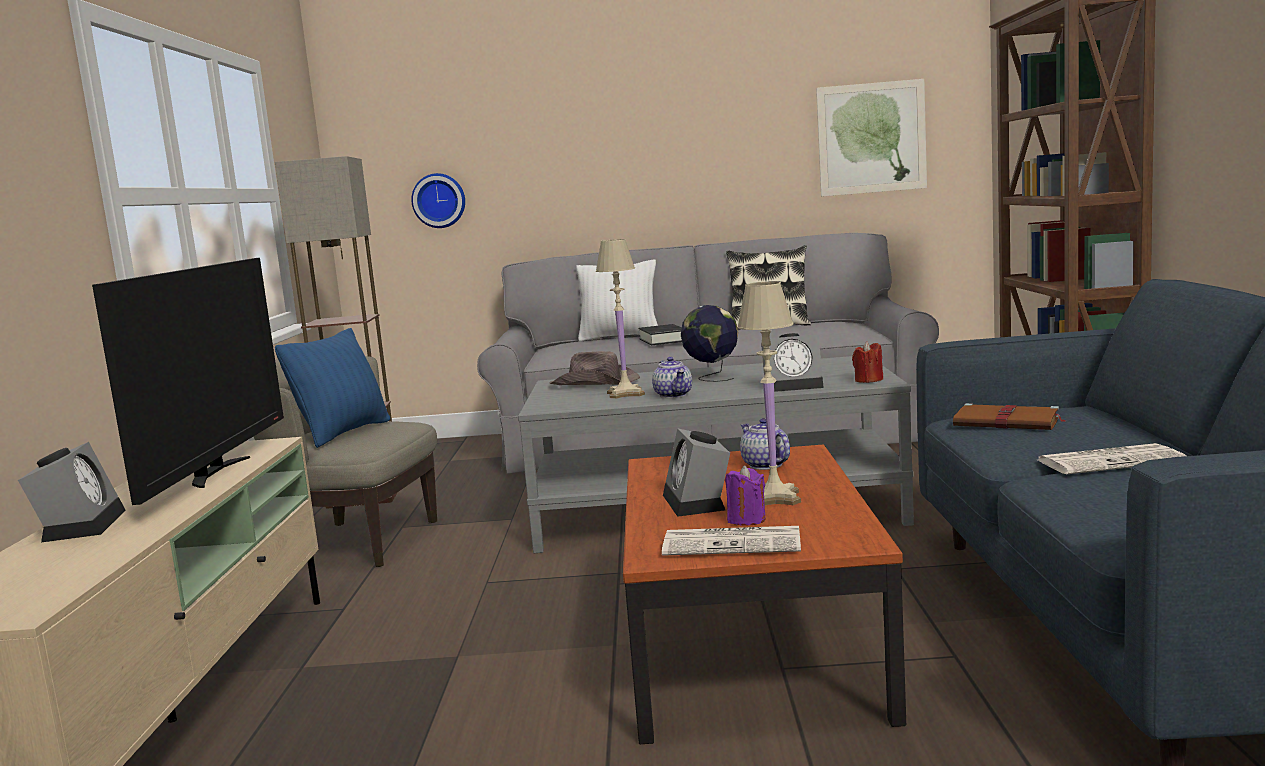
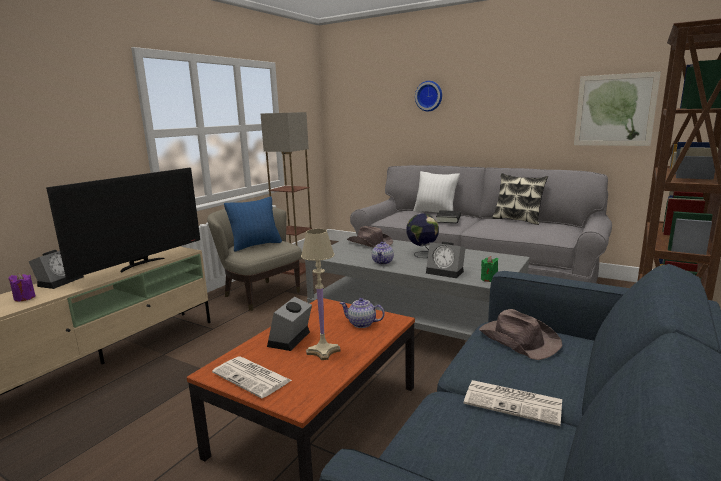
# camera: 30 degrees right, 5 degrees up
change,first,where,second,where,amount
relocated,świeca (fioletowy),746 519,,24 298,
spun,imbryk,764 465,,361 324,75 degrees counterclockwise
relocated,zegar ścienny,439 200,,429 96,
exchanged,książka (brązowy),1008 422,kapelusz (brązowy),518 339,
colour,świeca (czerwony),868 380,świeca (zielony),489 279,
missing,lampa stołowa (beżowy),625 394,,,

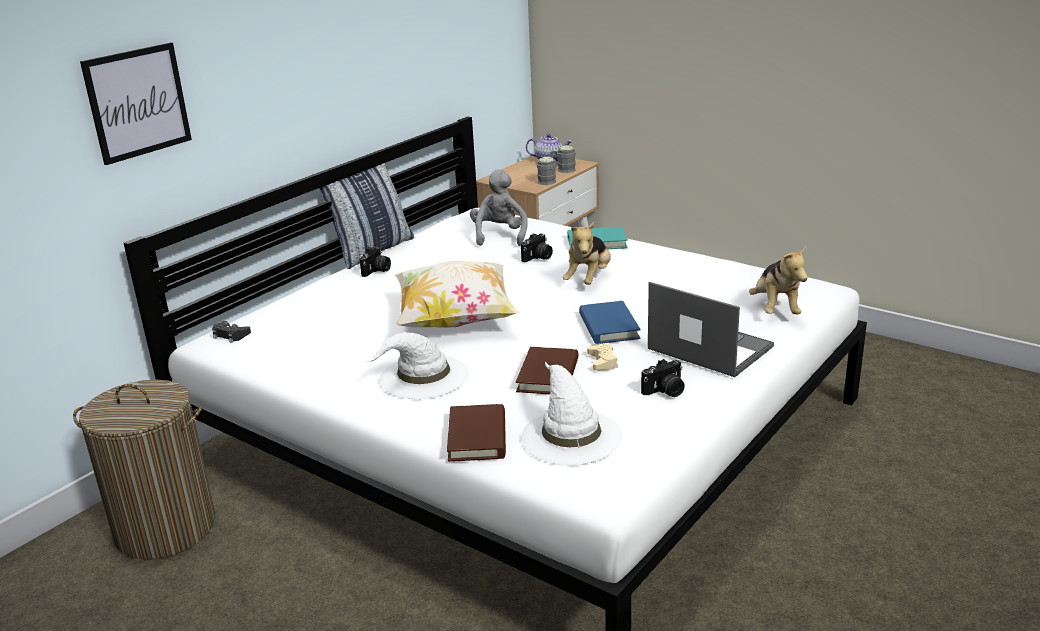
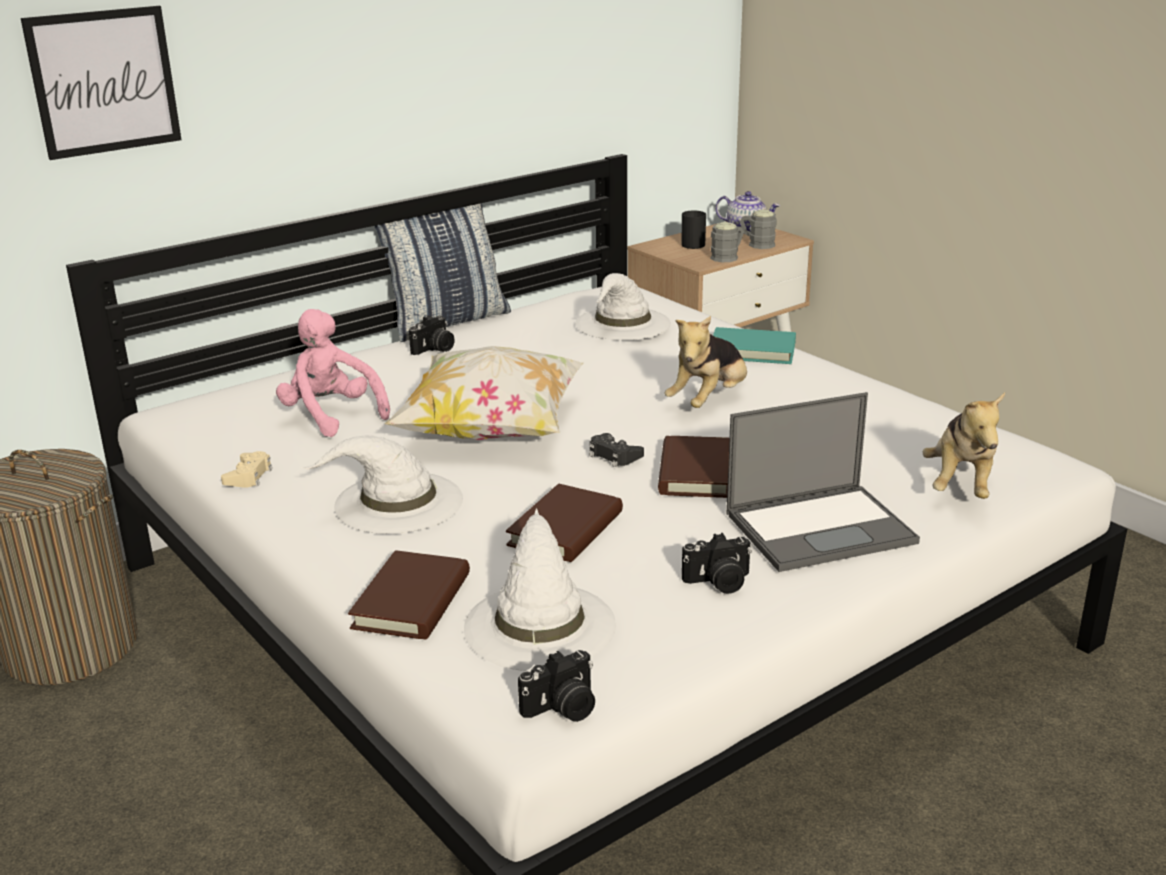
# camera: 15 degrees right, 0 degrees up
change,first,where,second,where,amount
relocated,pad do gier (beżowy),602 362,,248 476,
appeared,,,pluszak (różowy),331 416,
relocated,aparat fotograficzny,538 258,,562 709,
exchanged,pluszak (szary),499 236,kapelusz (biały),622 324,
relocated,pad do gier (czarny),230 335,,614 455,
colour,książka (niebieski),608 326,książka (brązowy),695 472,
appeared,,,kubek (czarny),693 244,
spun,laptop,708 347,,821 527,105 degrees clockwise

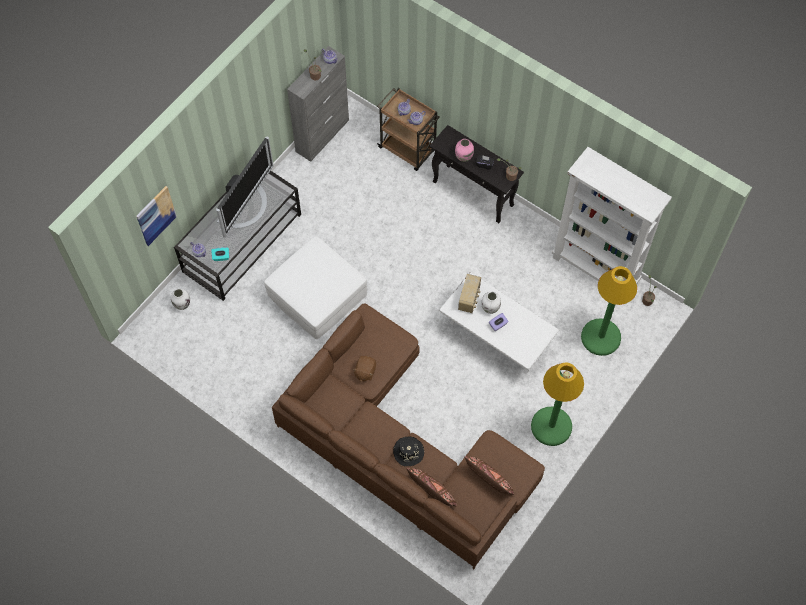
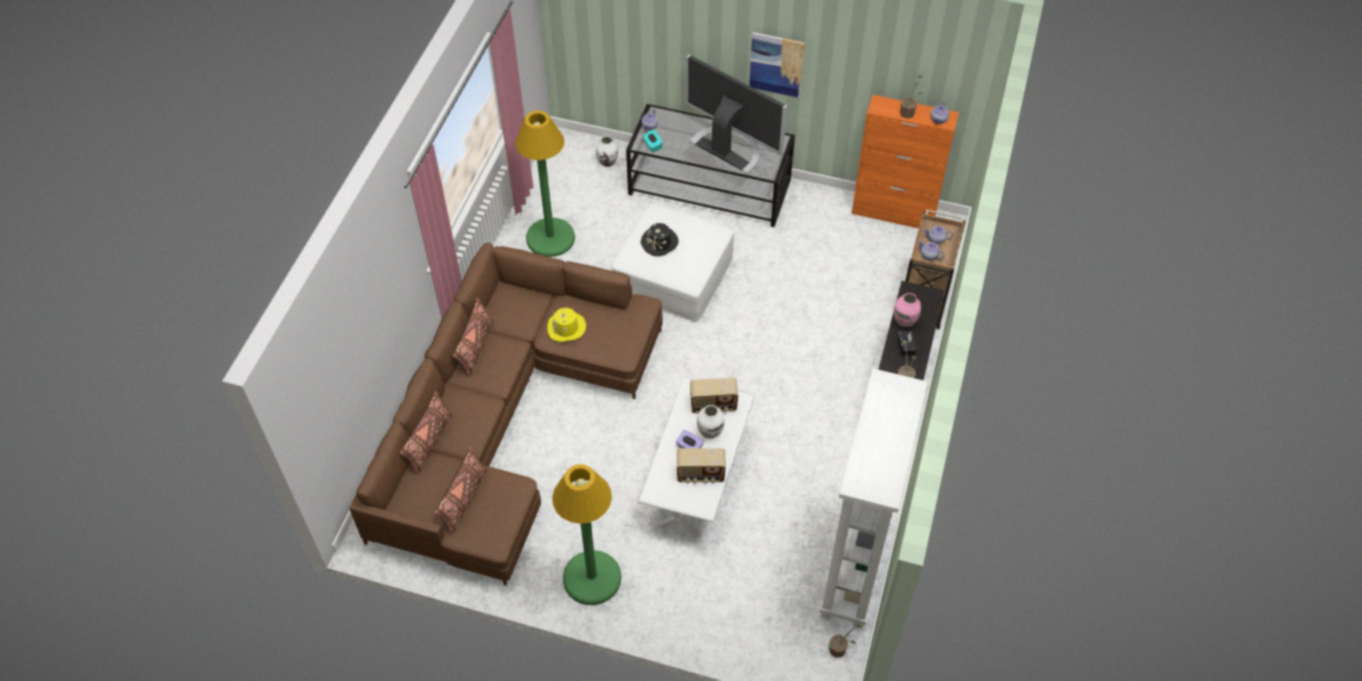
# camera: 70 degrees right, 10 degrees down
change,first,where,second,where,amount
appeared,,,poduszka (brązowy),475 347,
relocated,lampa stojąca (zielony),600 337,,550 238,
exchanged,pluszak (brązowy),365 372,kapelusz (żółty),566 328,
relocated,kapelusz (czarny),408 451,,659 242,
appeared,,,radio,700 474,
spun,telewizor,245 206,,729 145,150 degrees counterclockwise
relocated,obraz,156 215,,776 64,
colour,szafka (szary),322 135,szafka (pomarańczowy),894 213,

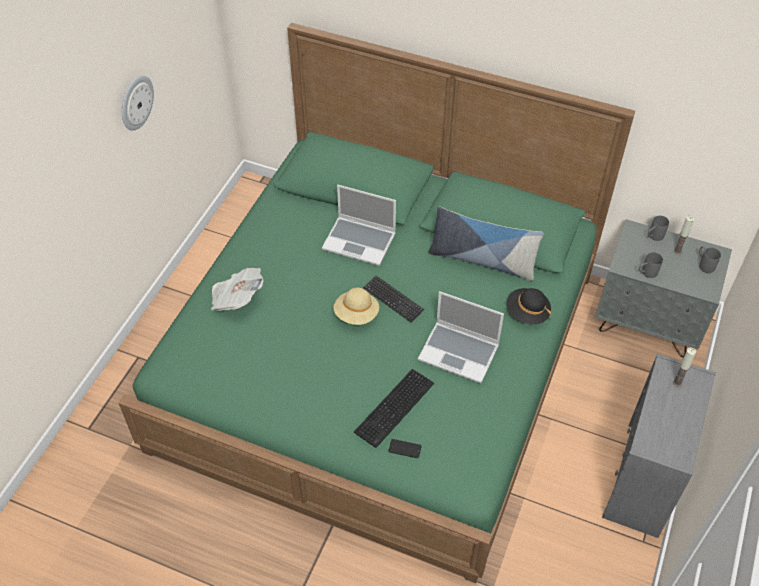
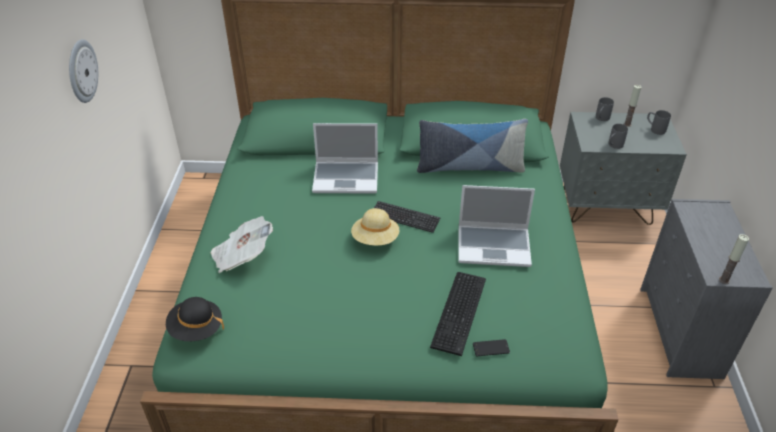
# camera: 20 degrees left, 10 degrees down
change,first,where,second,where,amount
relocated,kapelusz (czarny),527 313,,196 329,
relocated,świeca,677 382,,724 280,

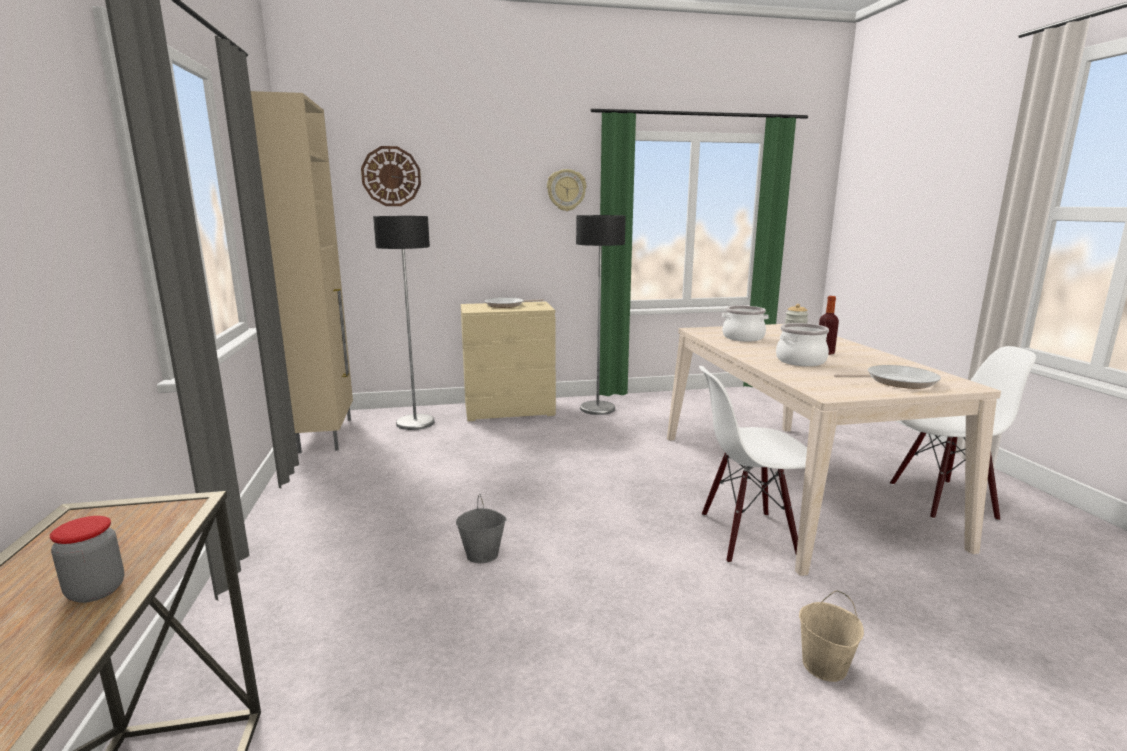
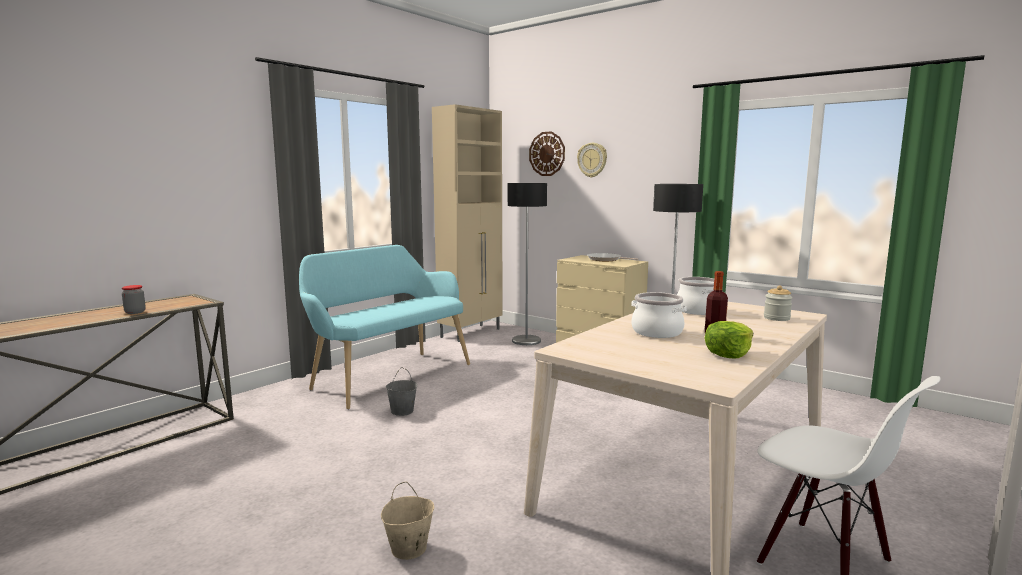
# camera: 50 degrees right, 5 degrees down
change,first,where,second,where,amount
appeared,,,ławka (turkusowy),387 376,
relocated,zegar ścienny,566 190,,592 160,
appeared,,,sałata,728 354,
missing,krzesło (biały),747 536,,,
missing,patelnia,896 381,,,

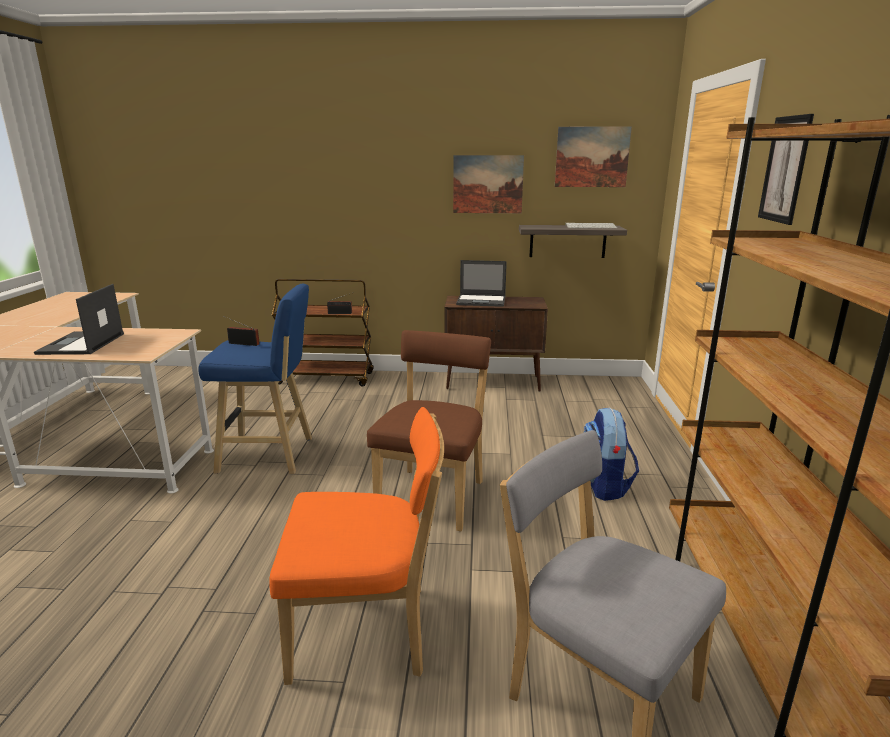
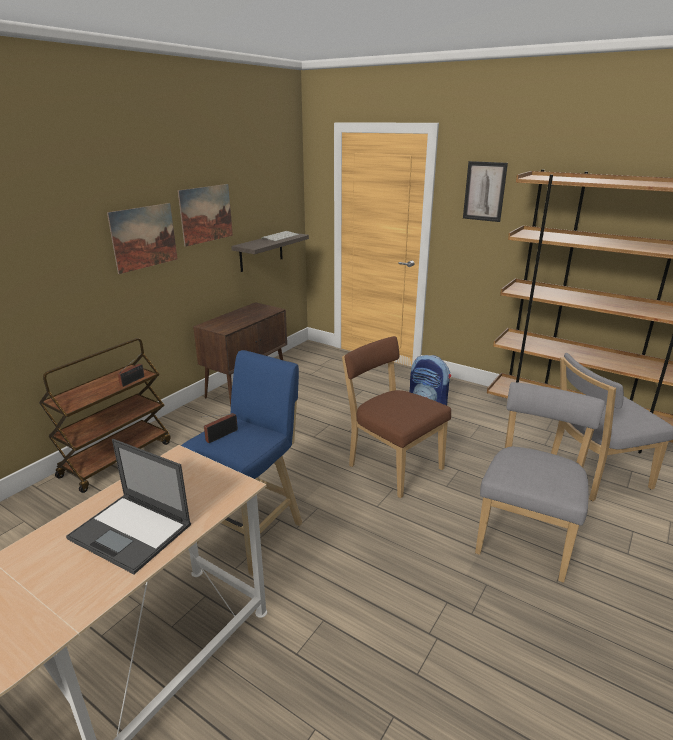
# camera: 60 degrees left, 5 degrees up
change,first,where,second,where,amount
relocated,obraz,592 157,,144 237,
colour,krzesło (pomarańczowy),367 632,krzesło (szary),526 536,
missing,laptop,482 301,,,

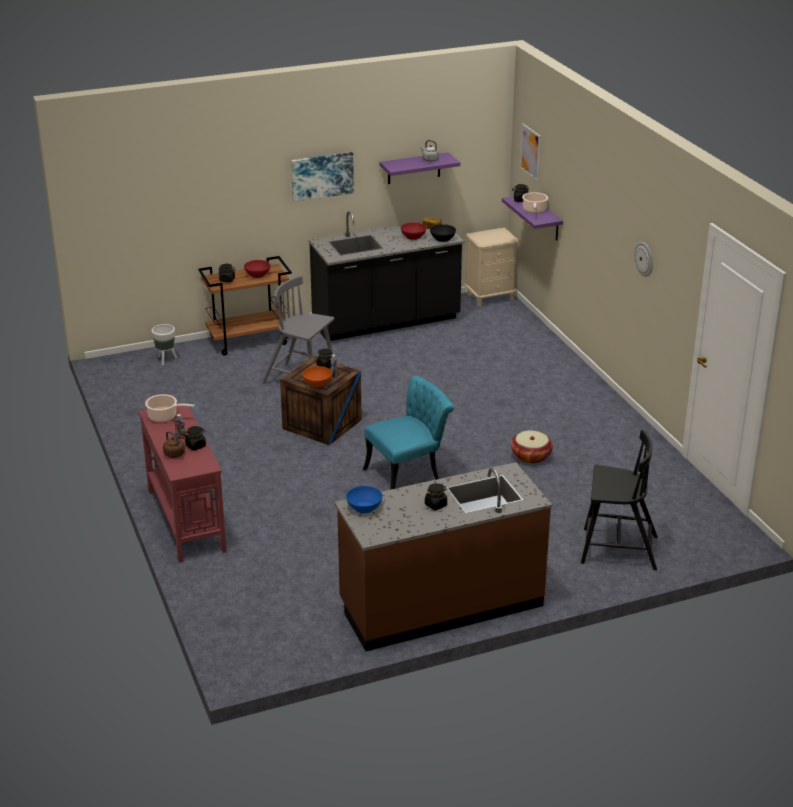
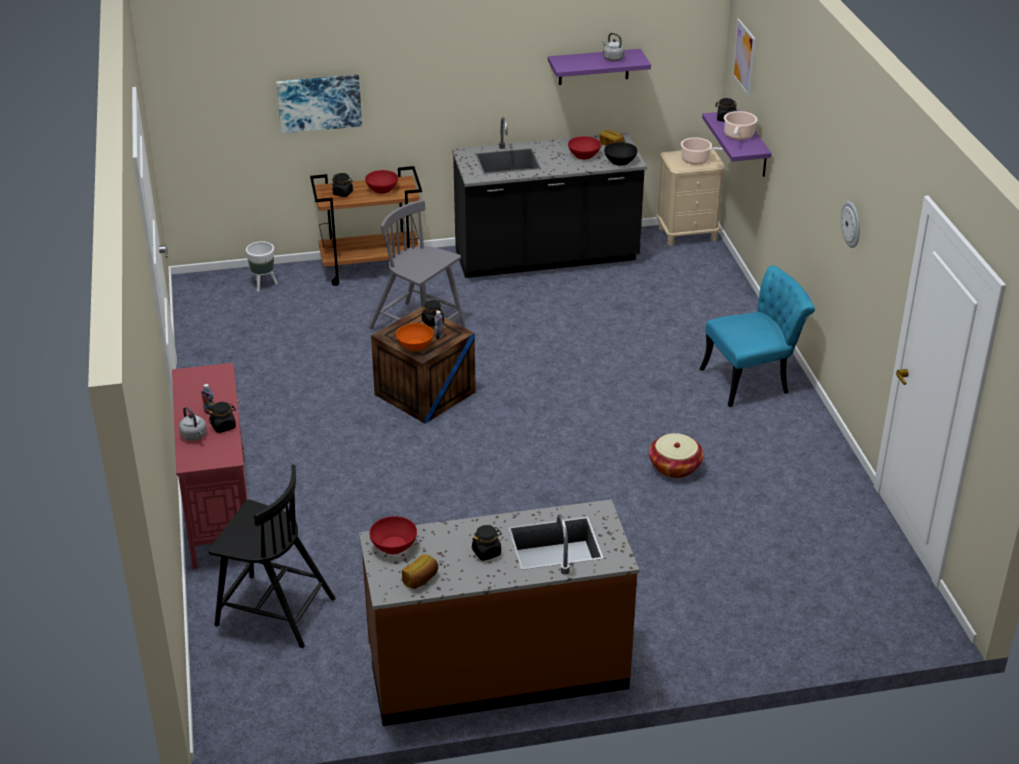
# camera: 10 degrees right, 5 degrees up
change,first,where,second,where,amount
colour,czajnik (brązowy),175 455,czajnik (szary),194 436,
relocated,krzesło (czarny),617 549,,273 611,
relocated,obraz,322 176,,319 102,
colour,miska (niebieski),364 507,miska (czerwony),394 545,
appeared,,,chleb,421 579,
relocated,garnek,164 417,,697 160,
relocated,krzesło (turkusowy),409 473,,753 380,

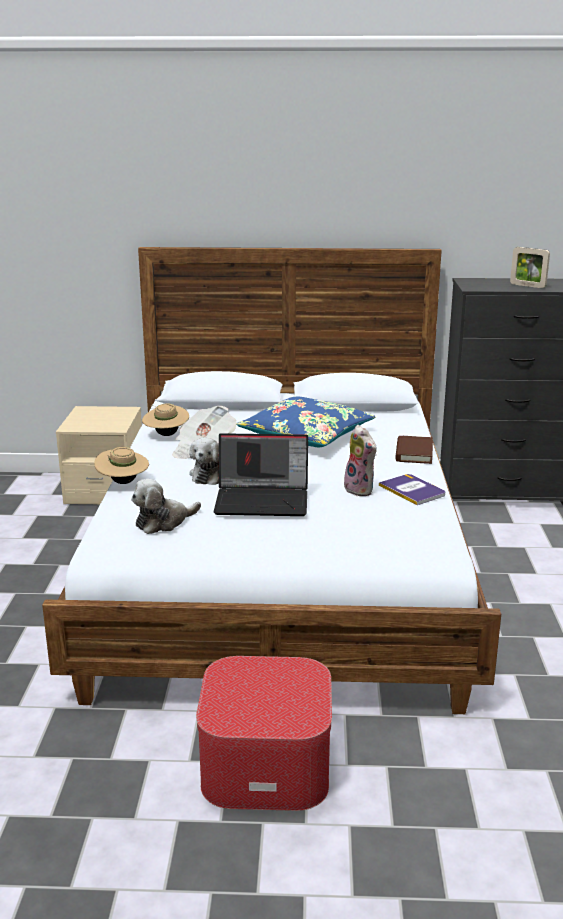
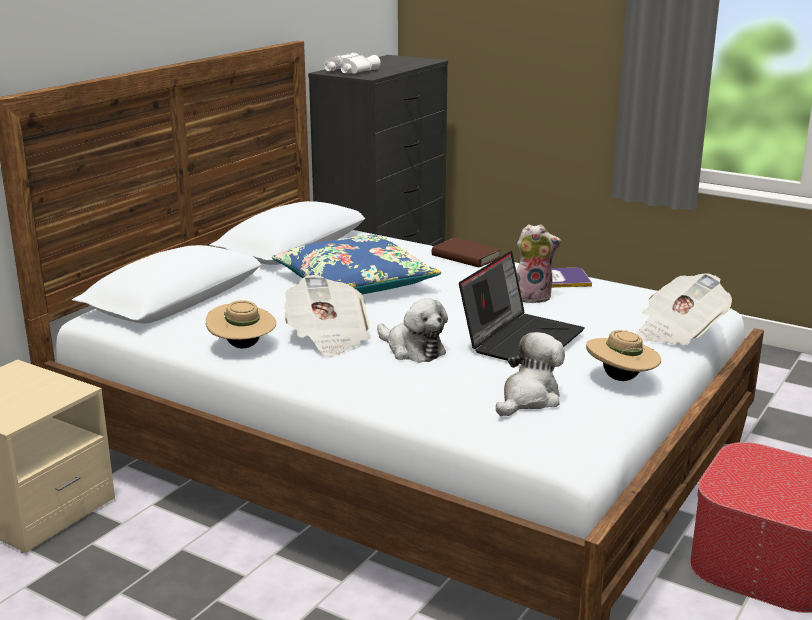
# camera: 60 degrees left, 0 degrees up
change,first,where,second,where,amount
appeared,,,lornetka (biały),349 71,
spun,pluszak,163 522,,529 399,135 degrees counterclockwise
relocated,kapelusz (beżowy),123 482,,621 379,
appeared,,,gazeta,678 332,
missing,ramka na zdjęcie,527 286,,,

